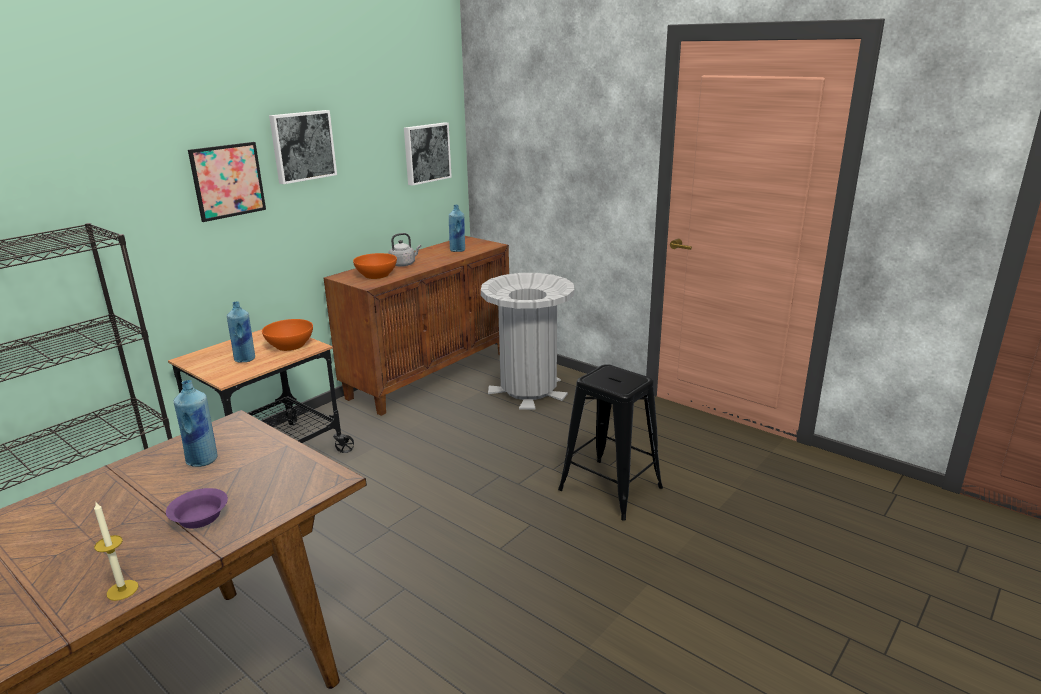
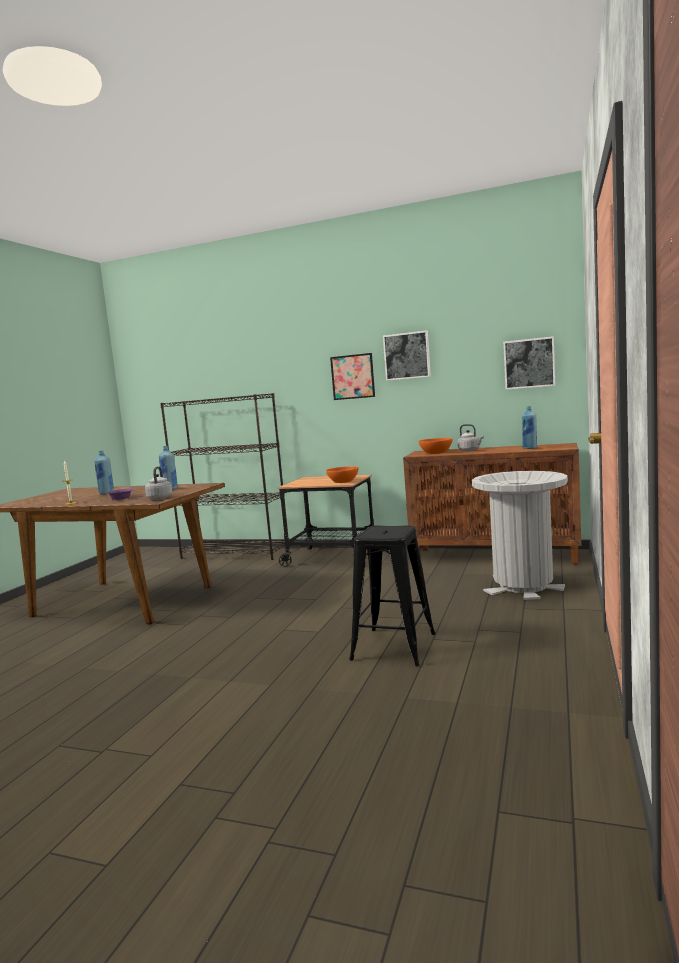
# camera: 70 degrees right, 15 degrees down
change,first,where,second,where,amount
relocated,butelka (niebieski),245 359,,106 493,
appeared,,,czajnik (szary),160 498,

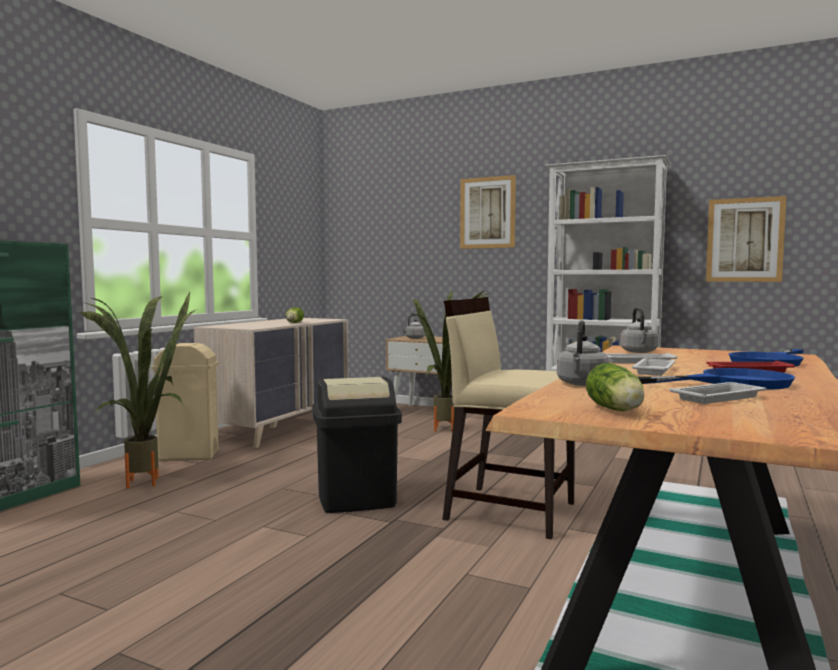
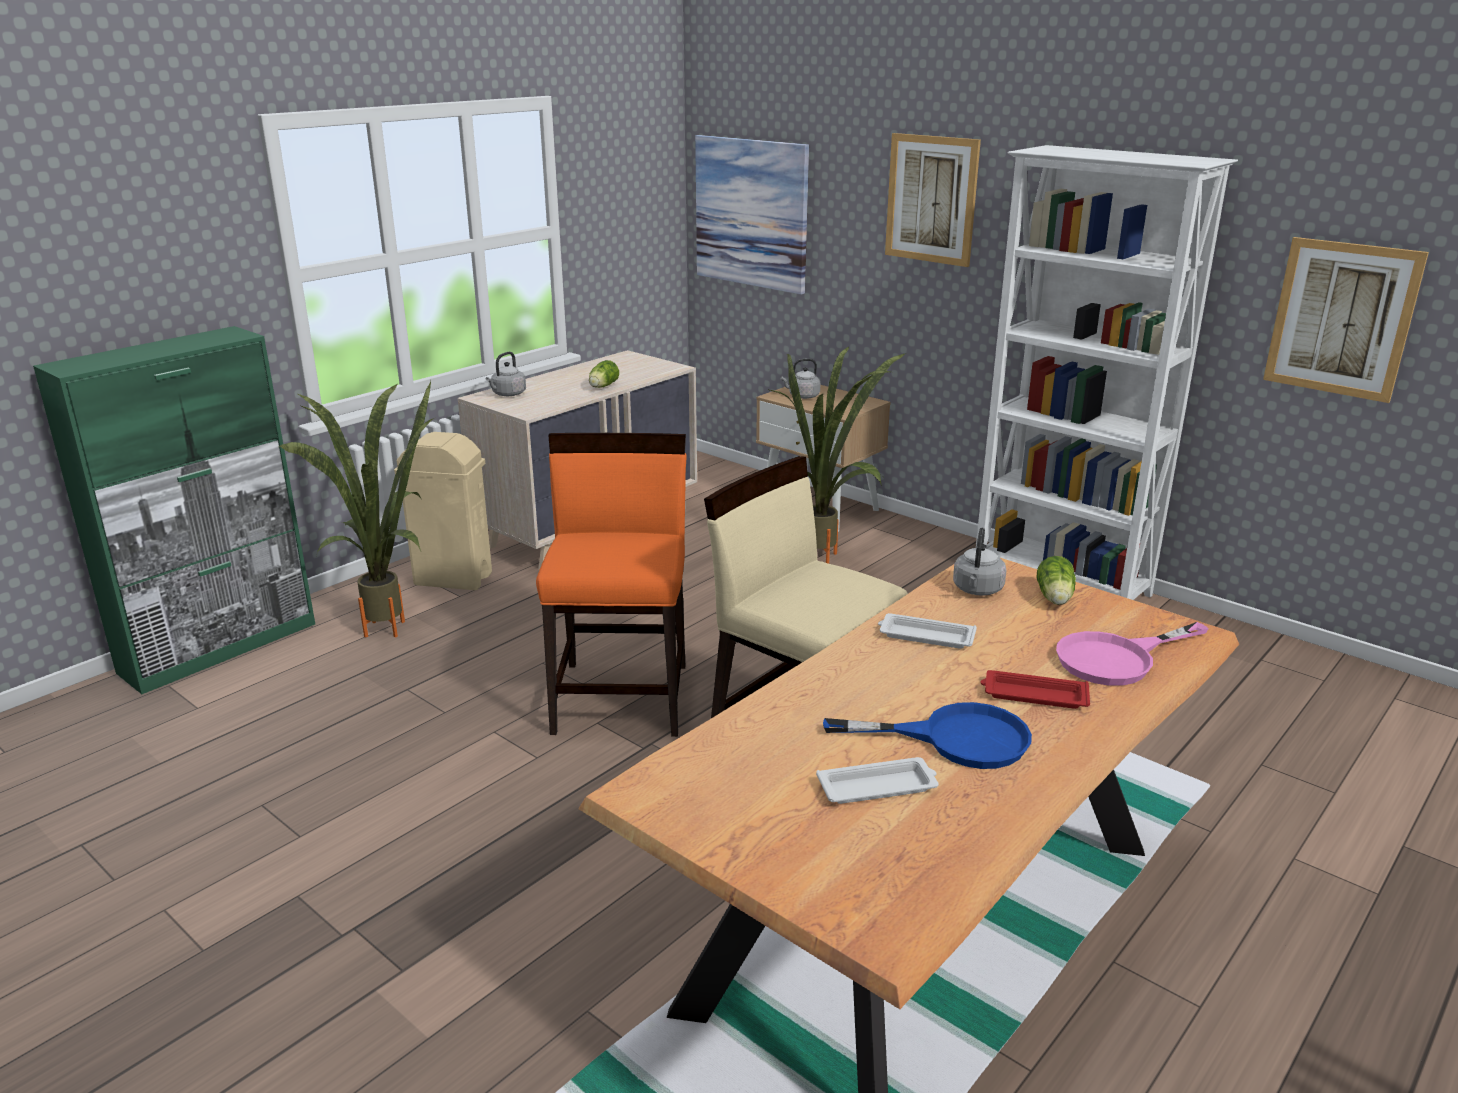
# camera: 15 degrees right, 20 degrees up
change,first,where,second,where,amount
relocated,czajnik (szary),582 384,,507 394,
exchanged,kosz na śmieci (czarny),356 499,krzesło (pomarańczowy),622 697,
appeared,,,obraz,751 213,
relocated,sałata,616 410,,1054 598,
colour,patelnia (niebieski),770 361,patelnia (różowy),1117 659,
missing,taca (biały),654 370,,,

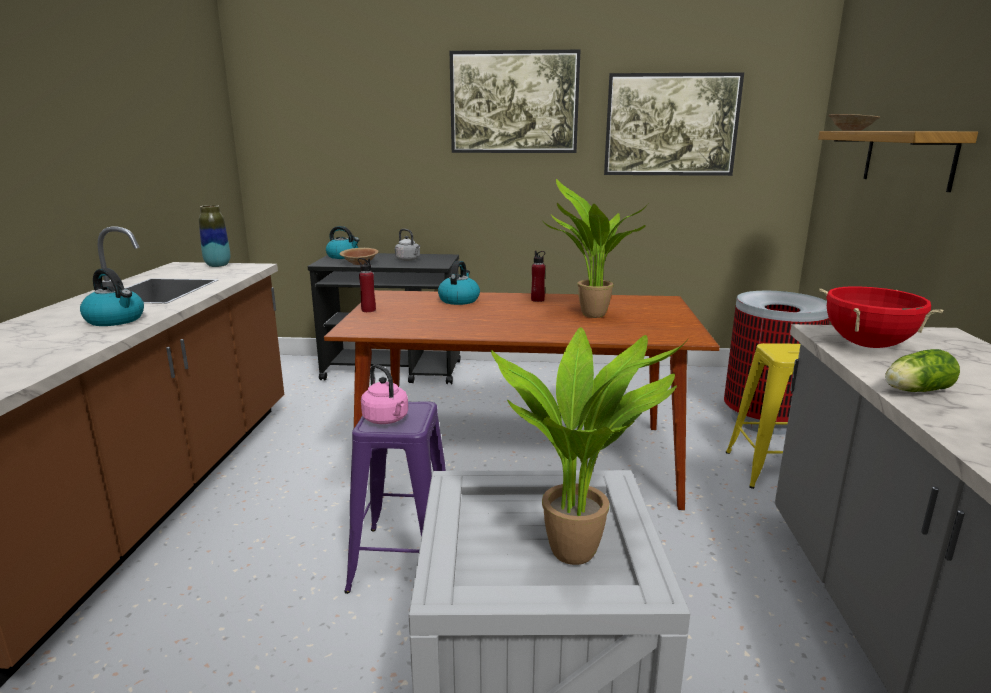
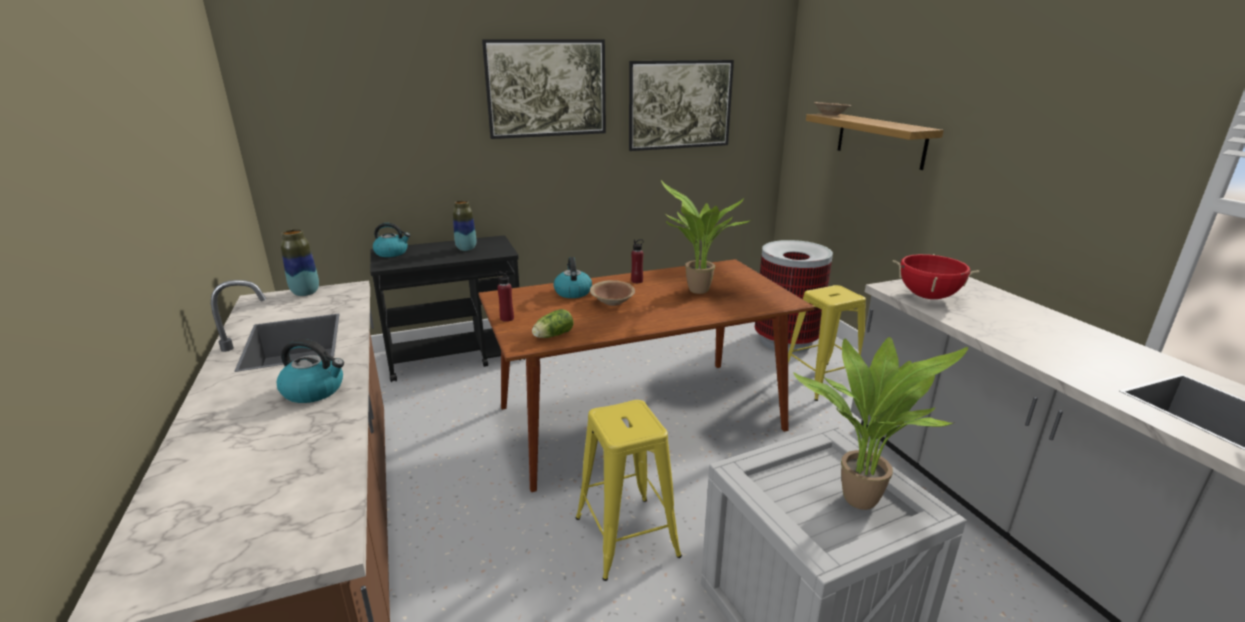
# camera: 25 degrees left, 5 degrees up
change,first,where,second,where,amount
exchanged,czajnik (szary),408 260,wazon,466 249,
relocated,sałata,914 391,,552 336,
colour,stołek (fioletowy),404 560,stołek (żółty),626 536,
relocated,miska (brązowy),360 263,,612 302,
missing,czajnik (różowy),387 419,,,

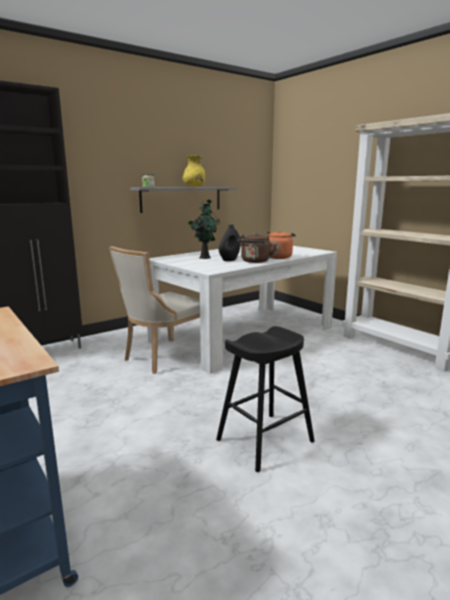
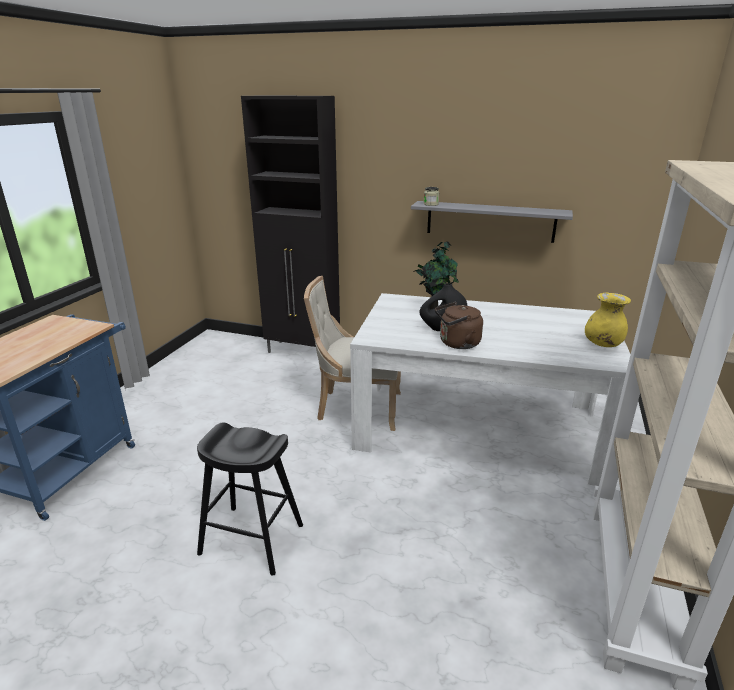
# camera: 55 degrees right, 10 degrees up
change,first,where,second,where,amount
relocated,wazon (żółty),194 187,,603 344,
missing,czajnik (pomarańczowy),278 257,,,

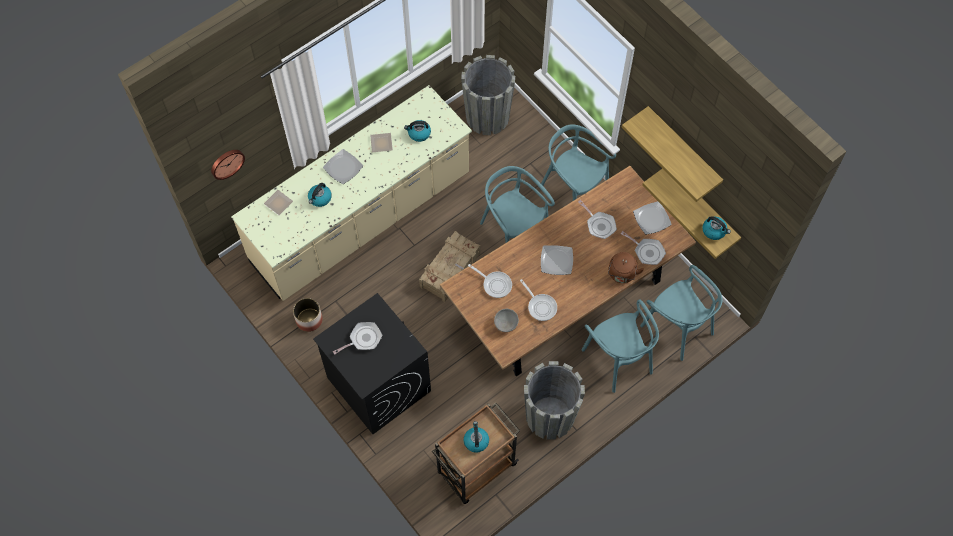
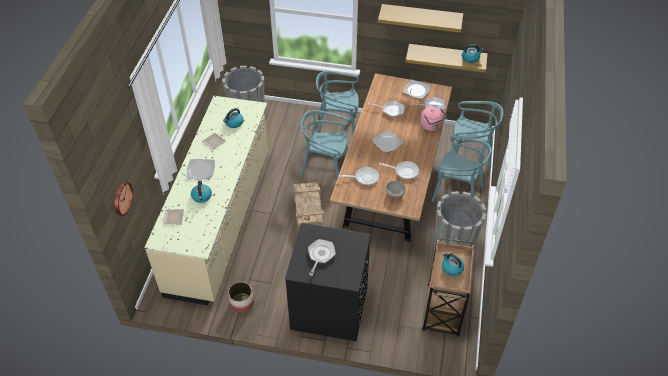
# camera: 40 degrees left, 15 degrees down
change,first,where,second,where,amount
colour,czajnik (brązowy),621 274,czajnik (różowy),431 126,

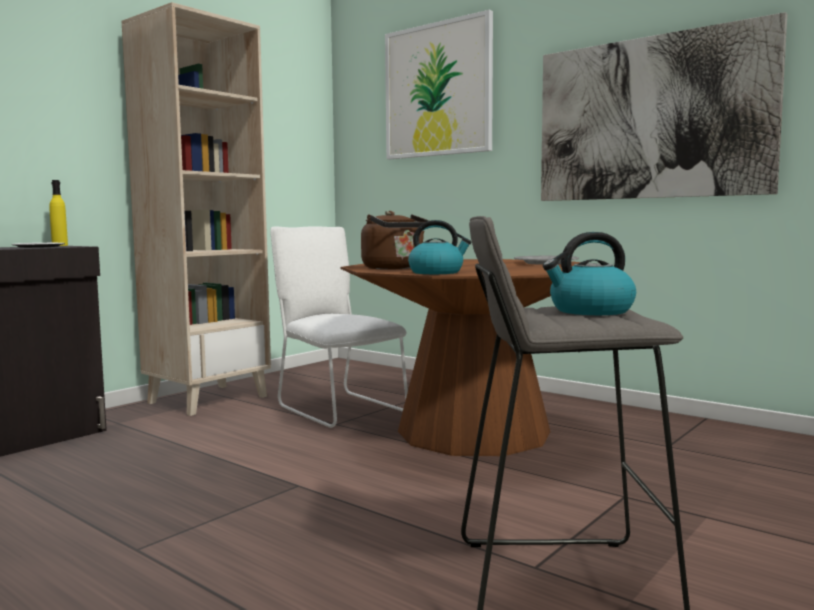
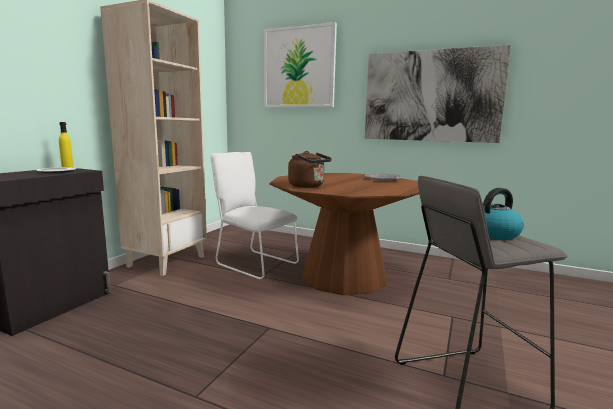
# camera: 15 degrees left, 5 degrees up
change,first,where,second,where,amount
missing,czajnik,437 272,,,

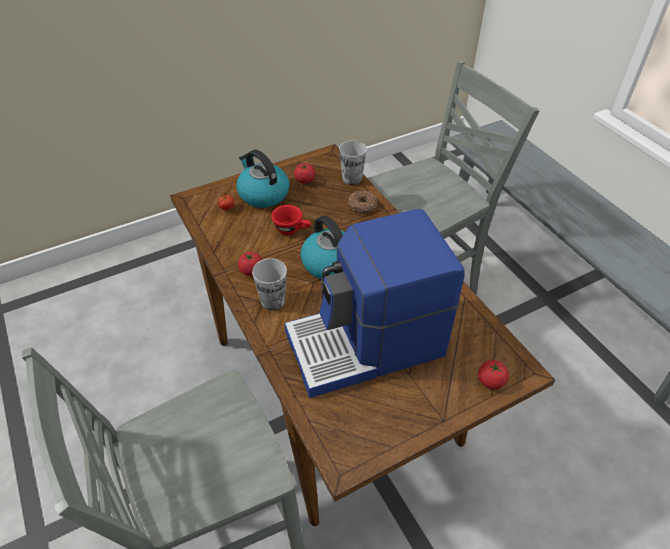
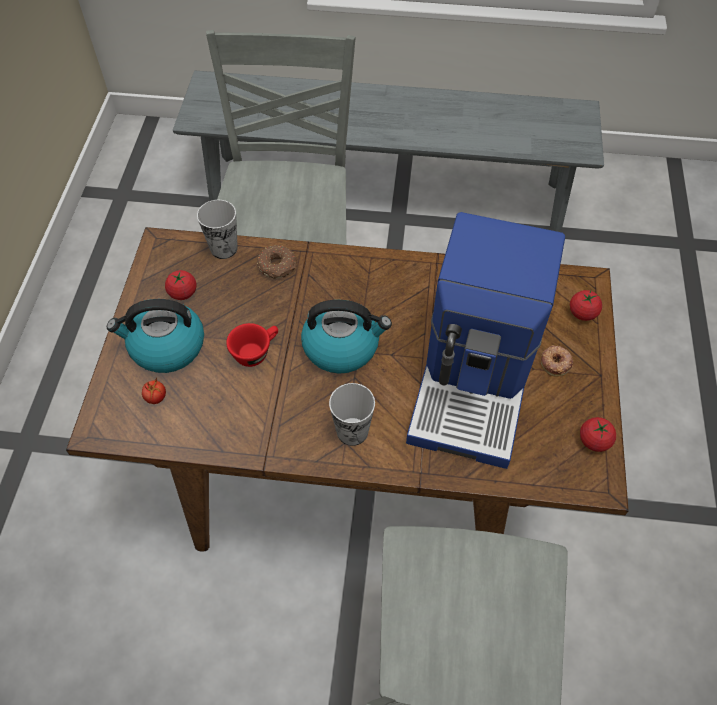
# camera: 55 degrees left, 10 degrees up
change,first,where,second,where,amount
appeared,,,donut,556 362,
relocated,pomidor,251 271,,594 440,

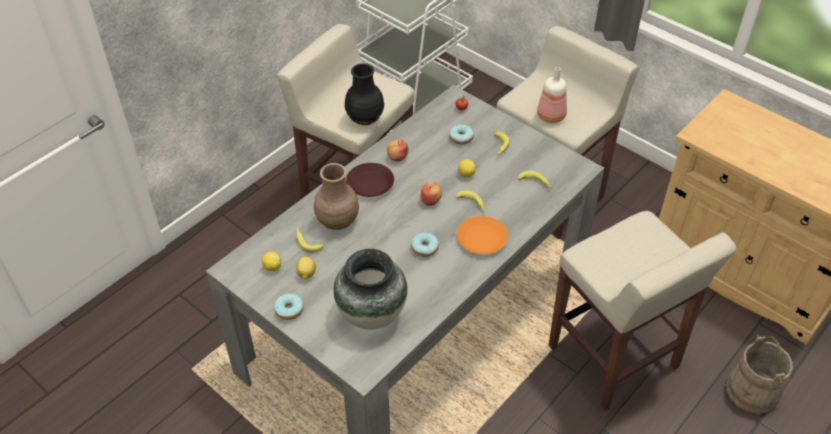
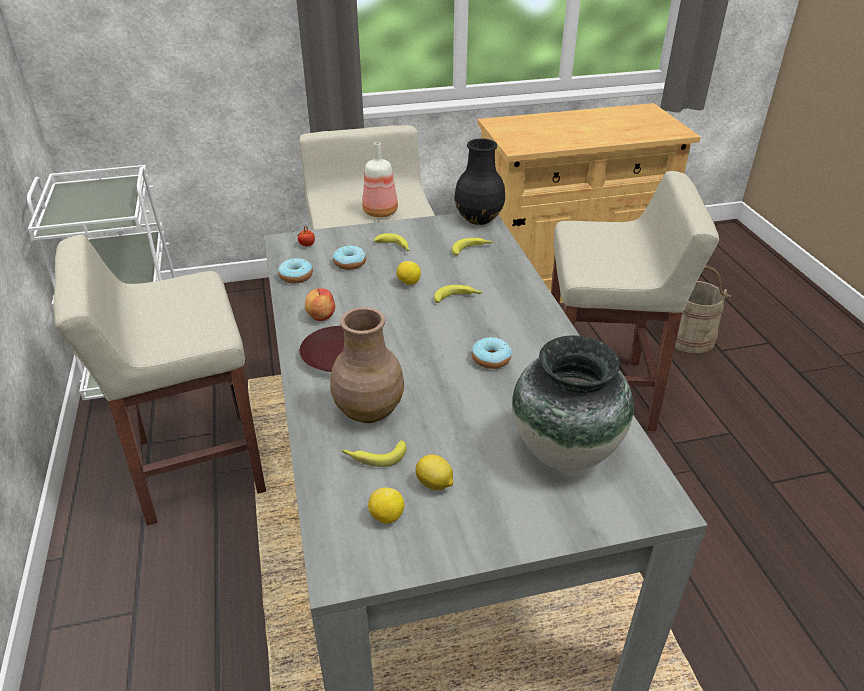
# camera: 55 degrees left, 10 degrees down
change,first,where,second,where,amount
relocated,donut,289 310,,296 276,
relocated,wazon (czarny),365 118,,478 218,
missing,jabłko,431 200,,,
missing,talerz (pomarańczowy),482 239,,,

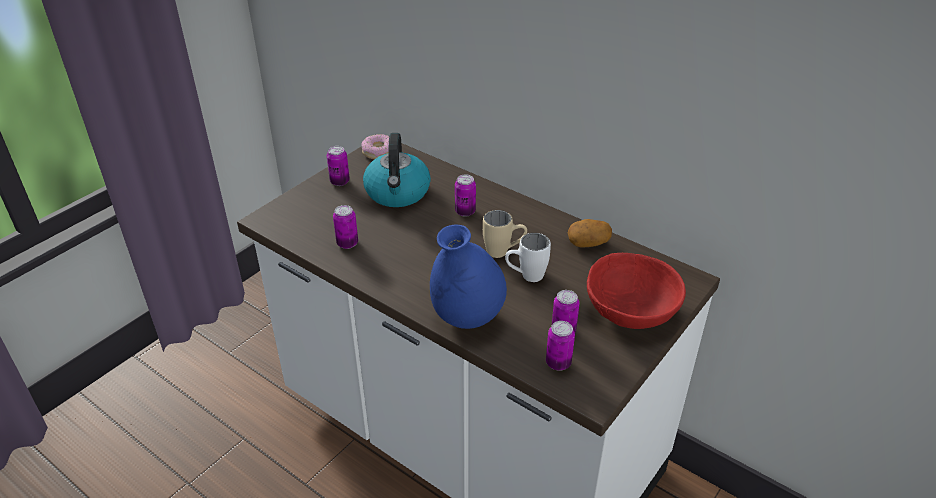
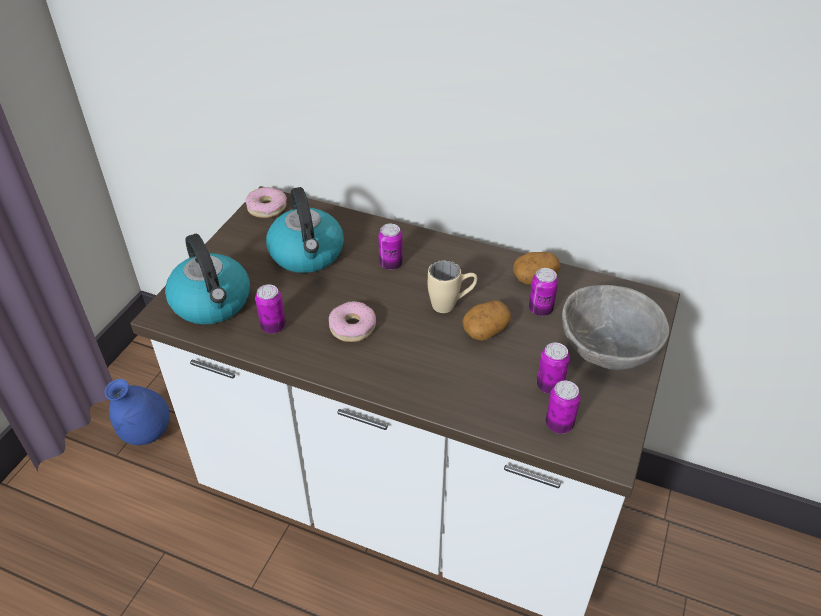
# camera: 15 degrees left, 5 degrees up
change,first,where,second,where,amount
relocated,wazon (niebieski),467 318,,147 434,
appeared,,,czajnik,212 303,
appeared,,,donut,352 327,
exchanged,kubek (biały),525 276,ziemniak,485 329,
relocated,puszka,340 182,,540 309,
colour,miska (czerwony),630 309,miska (szary),607 346,

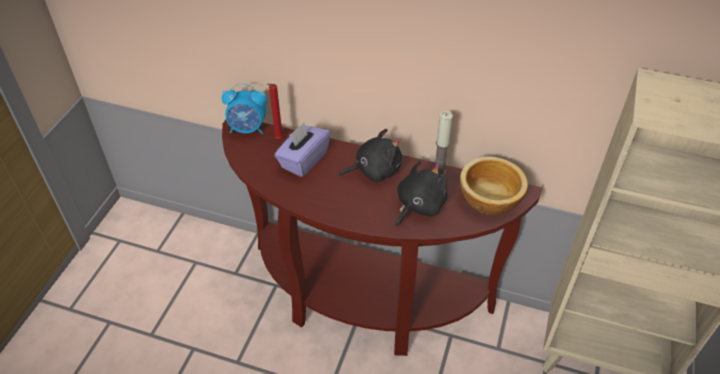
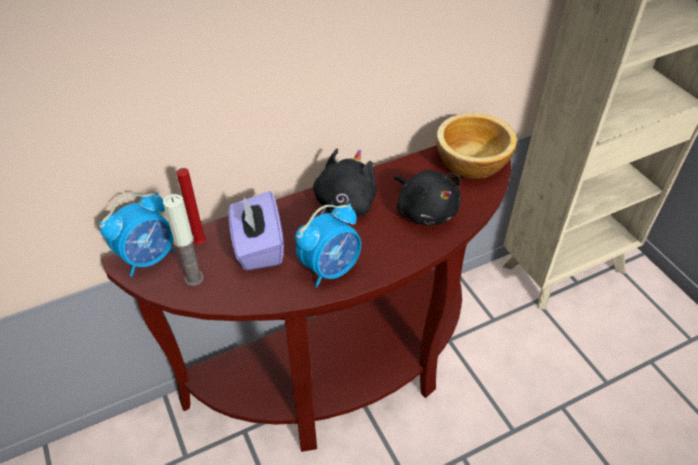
# camera: 45 degrees left, 0 degrees up
change,first,where,second,where,amount
relocated,świeca,439 172,,194 278,
appeared,,,budzik,330 268,
spun,pluszak (czarny),418 206,,425 210,150 degrees clockwise

